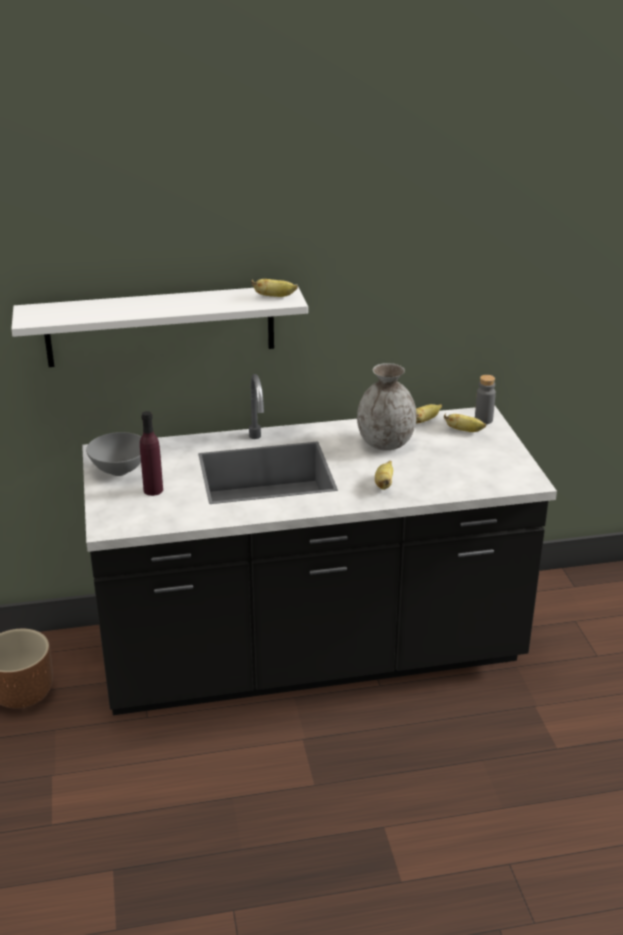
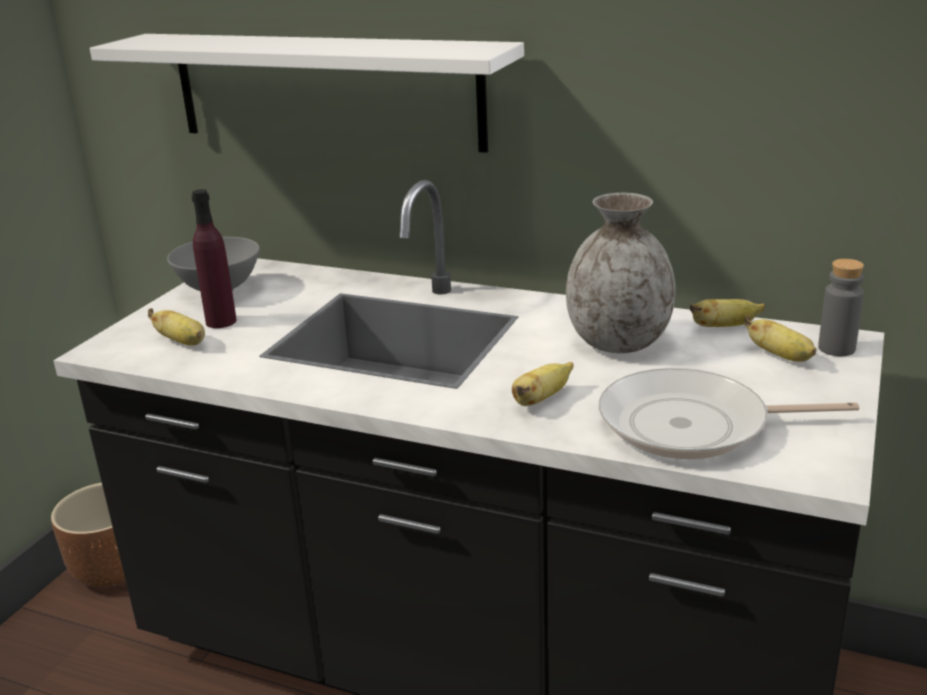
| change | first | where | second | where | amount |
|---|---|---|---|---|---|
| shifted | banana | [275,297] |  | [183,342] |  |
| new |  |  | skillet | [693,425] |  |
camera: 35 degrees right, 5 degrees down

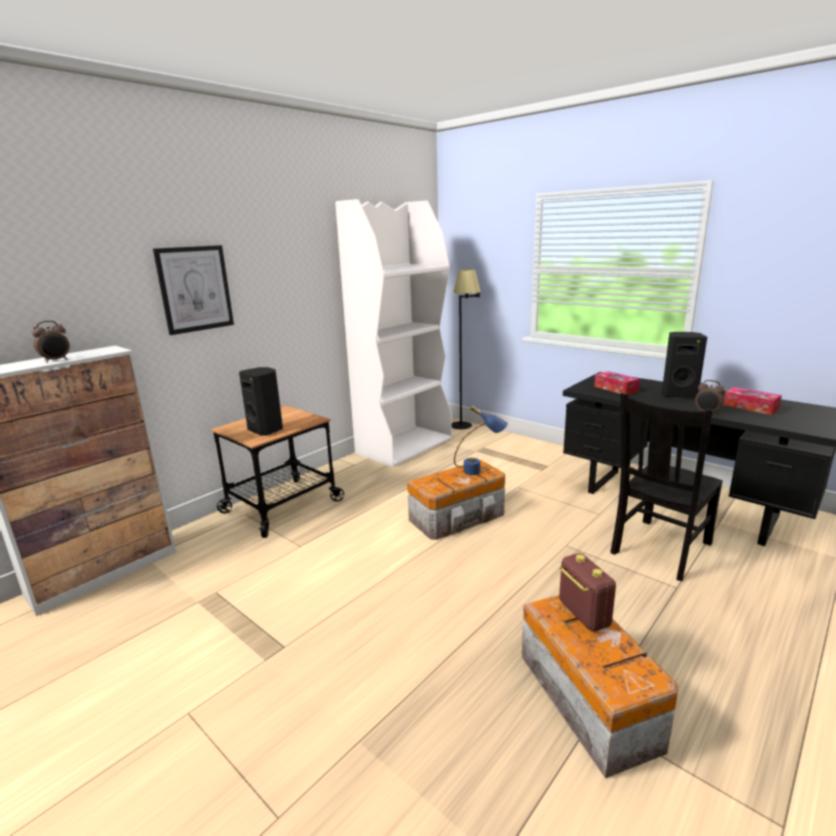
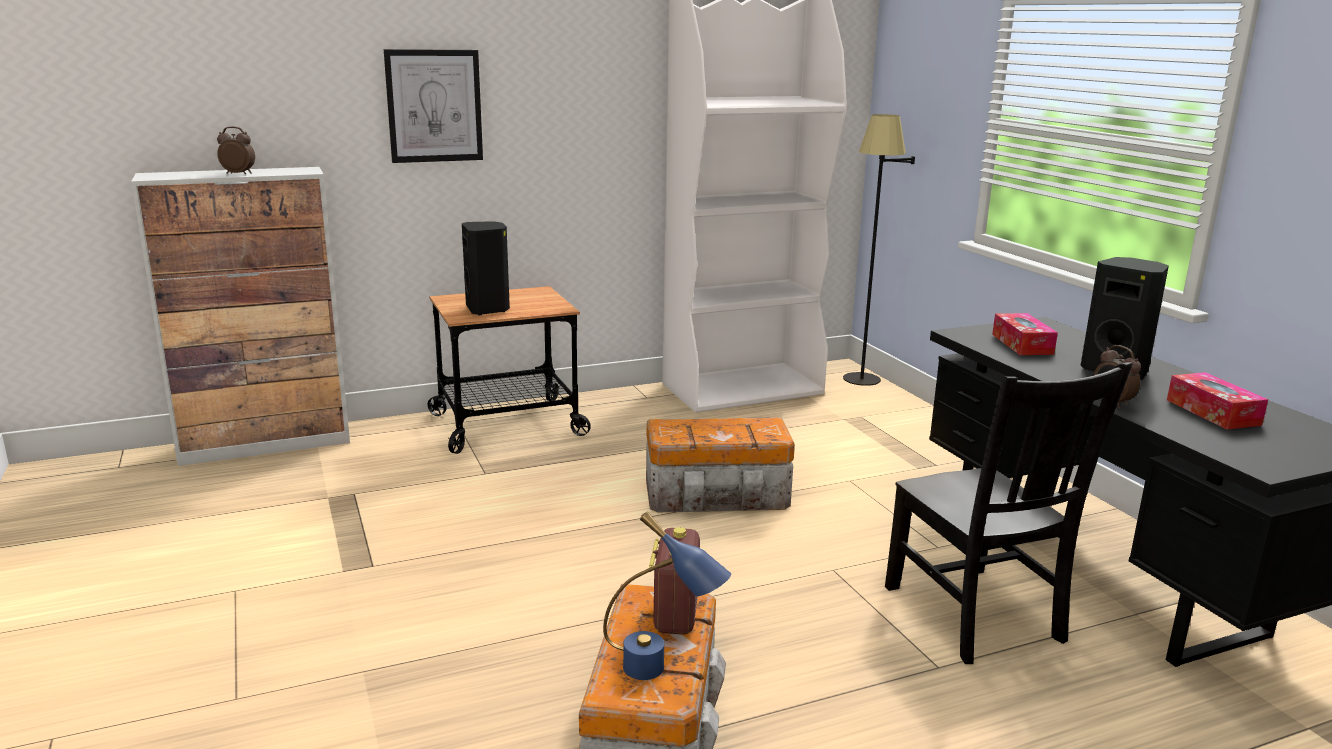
| change | first | where | second | where | amount |
|---|---|---|---|---|---|
| rotated | alarm clock | [56,360] |  | [239,174] | 150 degrees counterclockwise |
| shifted | tabletop lamp in bluish | [480,471] |  | [662,673] |  |
| rotated | chair in blackish | [659,549] |  | [976,616] | 90 degrees counterclockwise |
camera: 25 degrees right, 0 degrees up

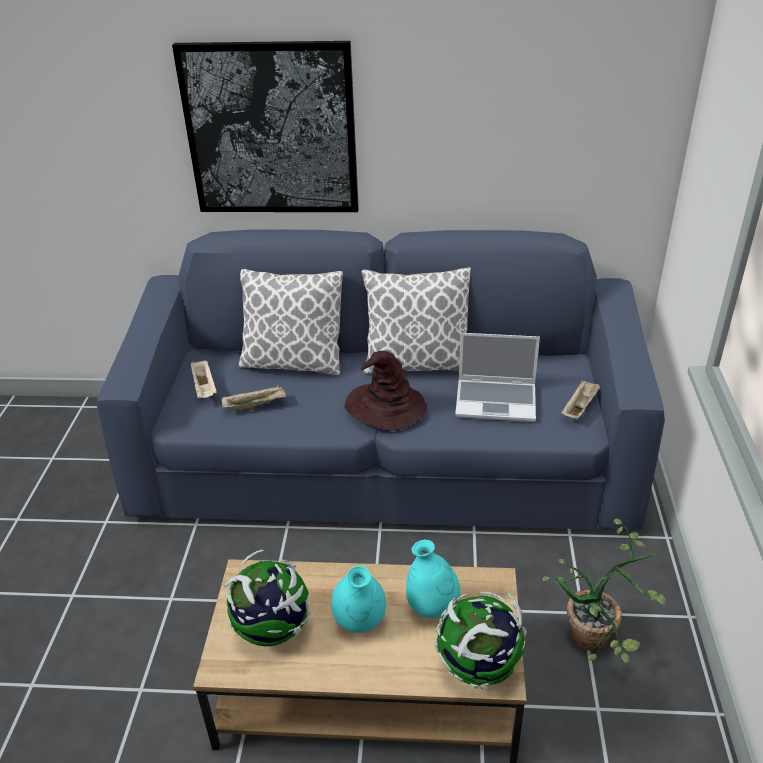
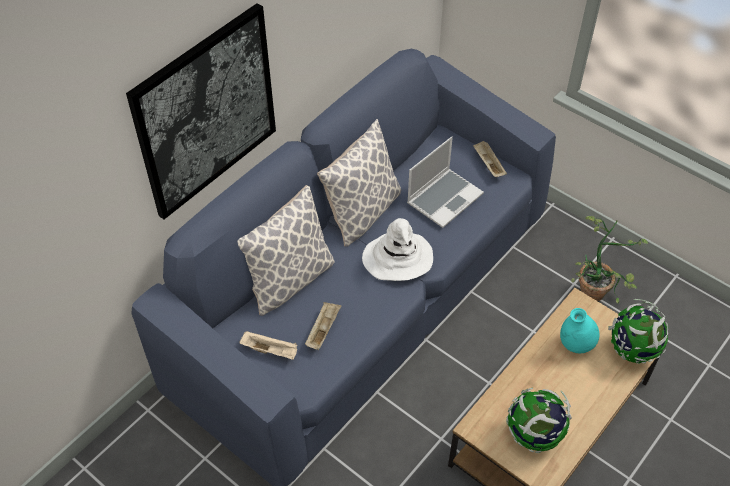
| change | first | where | second | where | amount |
|---|---|---|---|---|---|
| repainted | wearable hat in brown-coloured | [384,407] | wearable hat in white | [398,258] |  |
| gone | decorative vase in blue-green | [359,621] |  |  |  |
camera: 55 degrees left, 15 degrees up

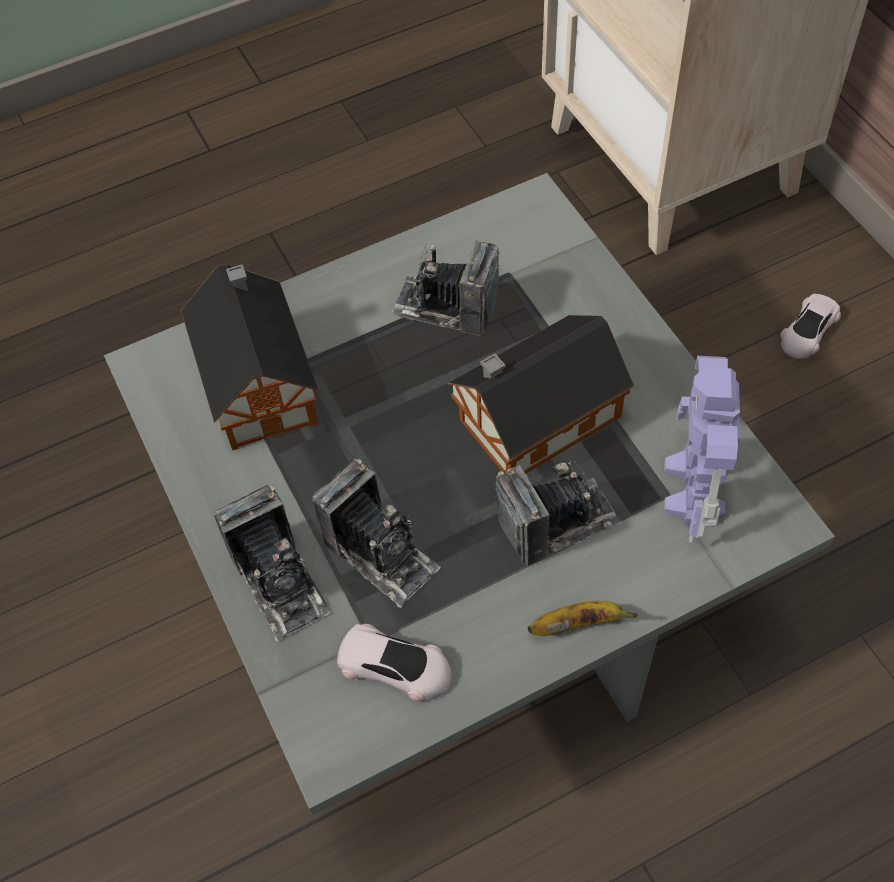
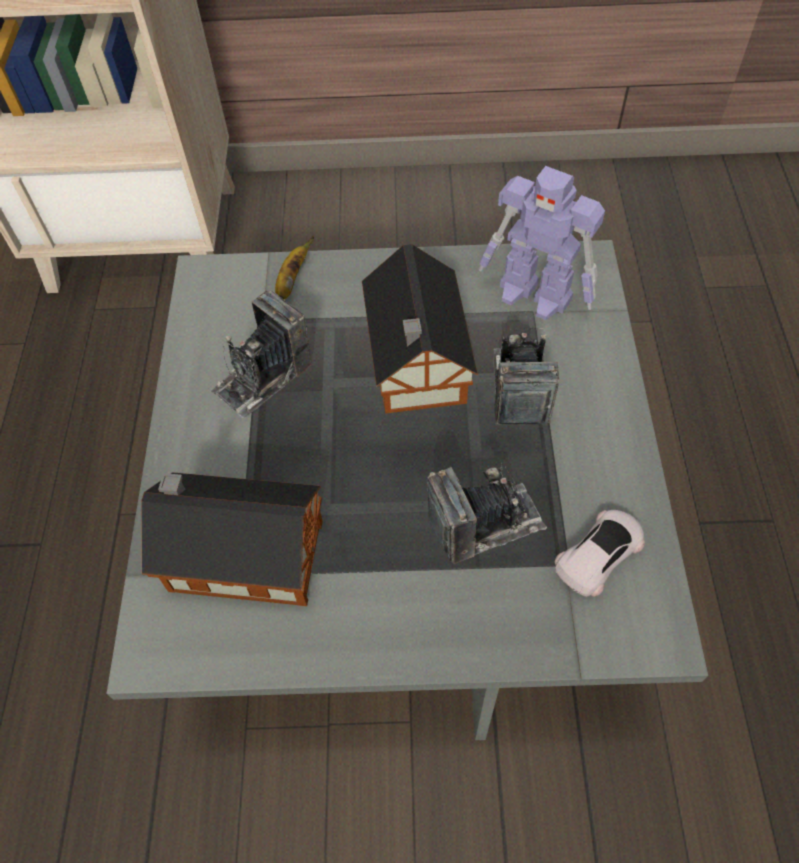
| change | first | where | second | where | amount |
|---|---|---|---|---|---|
| shifted | banana | [577,624] |  | [291,281] |  |
| gone | photo camera | [280,582] |  |  |  |
| gone | toy car in white | [808,331] |  |  |  |
camera: 65 degrees left, 0 degrees up

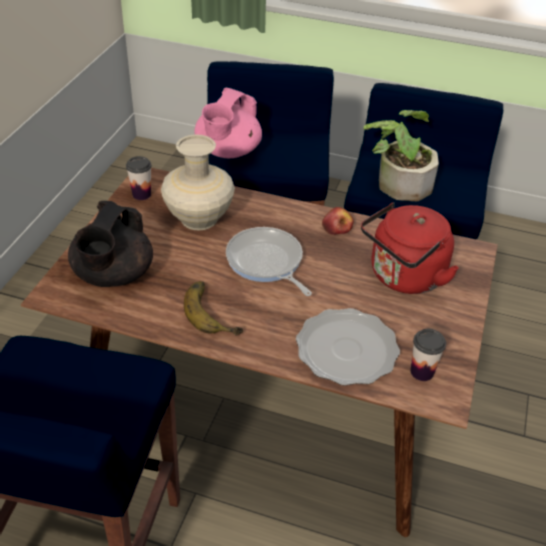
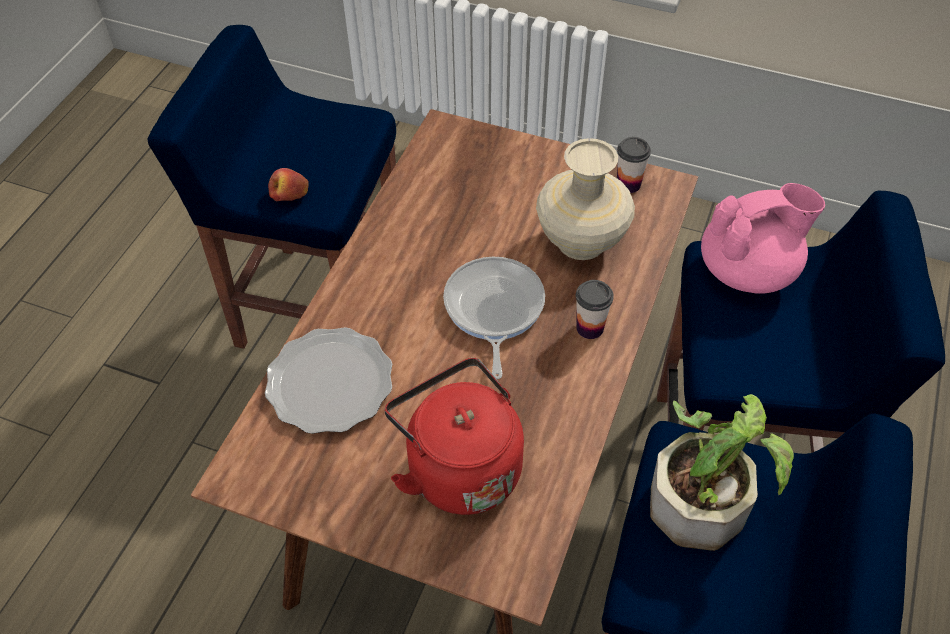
| change | first | where | second | where | amount |
|---|---|---|---|---|---|
| shifted | apple fruit | [337,227] |  | [289,194] |  |
| rotated | skillet | [266,262] |  | [493,309] | 60 degrees counterclockwise |
| shifted | small cup | [422,372] |  | [590,328] |  |
| rotated | teapot in pink | [227,152] |  | [748,270] | 135 degrees clockwise |
| gone | teapot in blackish | [113,275] |  |  |  |
| gone | banana | [215,311] |  |  |  |
camera: 95 degrees right, 10 degrees up

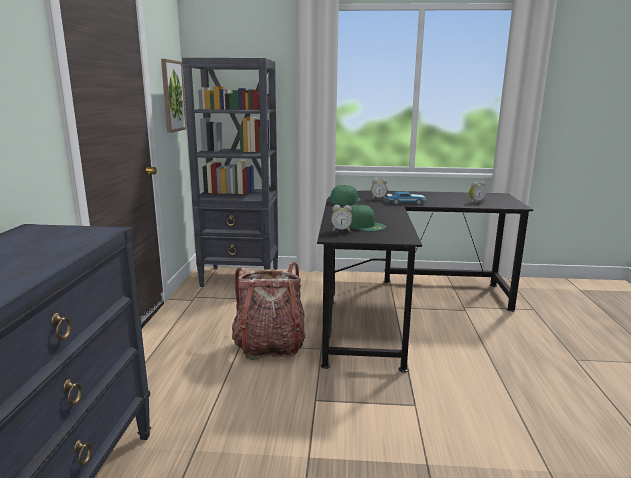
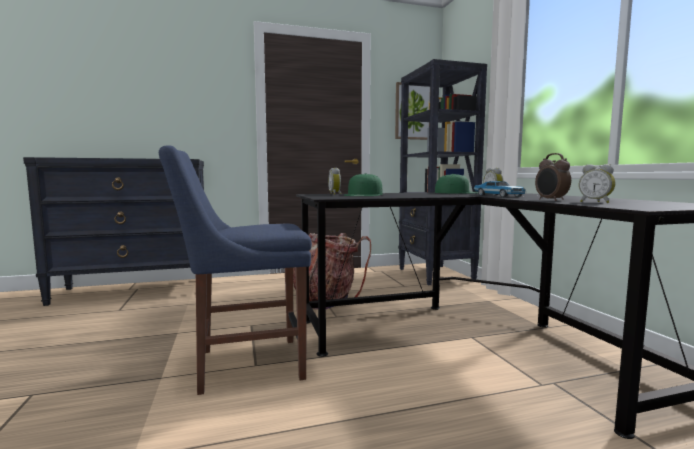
| change | first | where | second | where | amount |
|---|---|---|---|---|---|
| new |  |  | chair in bluish | [244,364] |  |
| new |  |  | alarm clock | [550,200] |  |
camera: 70 degrees right, 10 degrees down

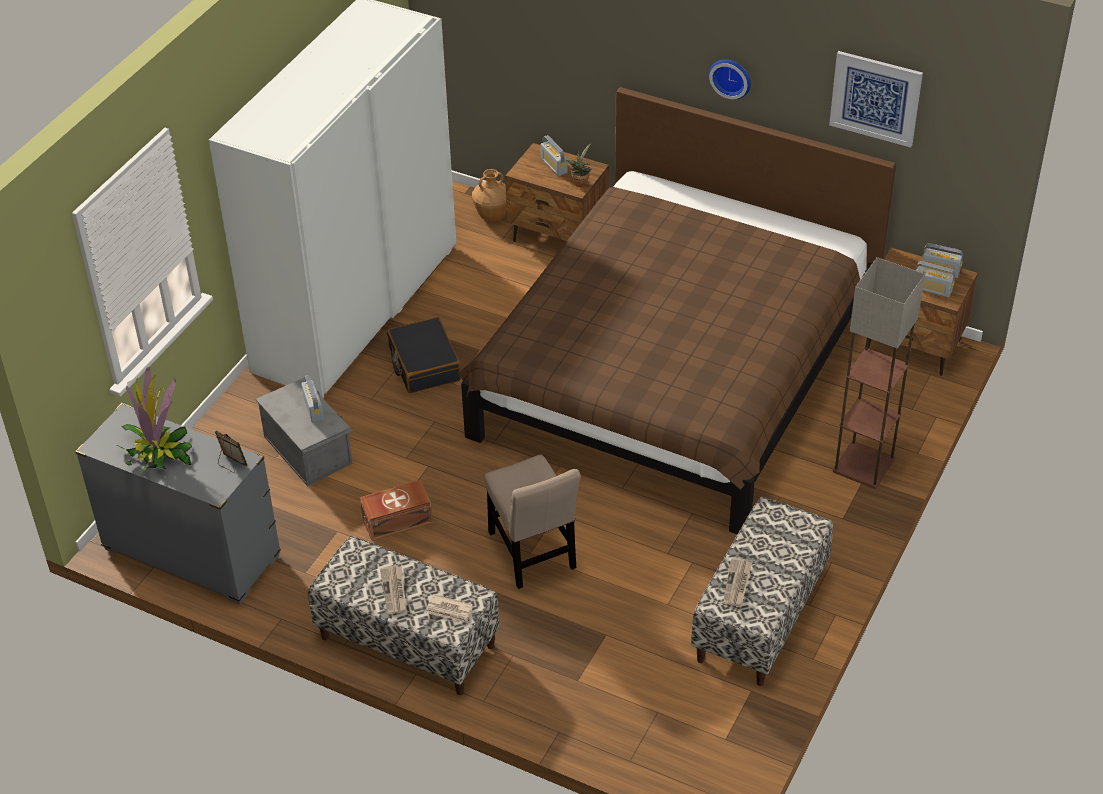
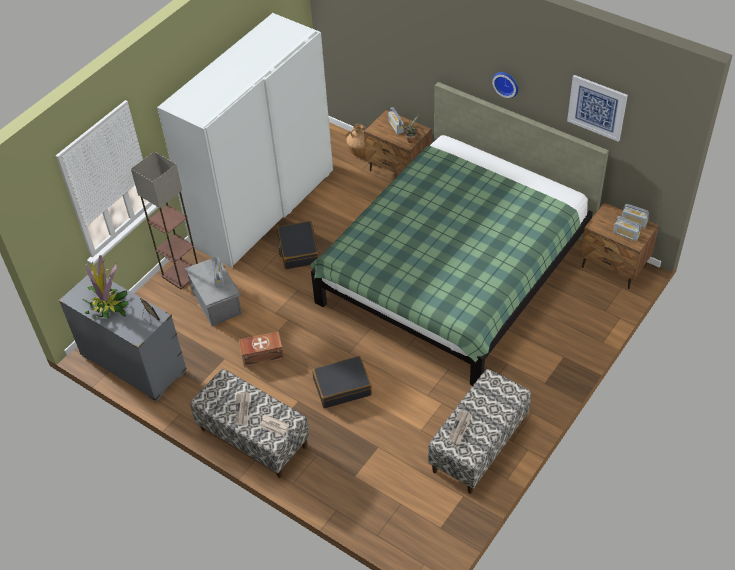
| change | first | where | second | where | amount |
|---|---|---|---|---|---|
| shifted | floor lamp | [864,466] |  | [181,275] |  |
| repainted | sleeping bed in brown-coloured | [674,374] | sleeping bed in greenish | [454,272] |  |
| swapped | chair in sand-coloured | [533,554] | travel case in blackish | [342,387] |  |
camera: 10 degrees right, 5 degrees up

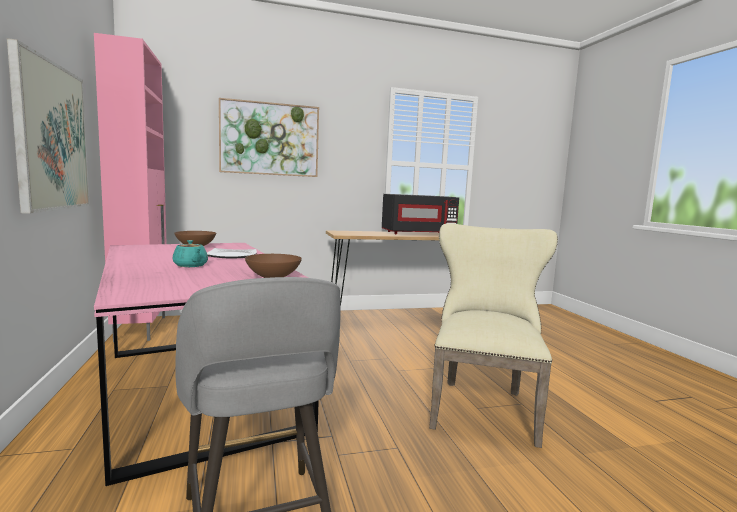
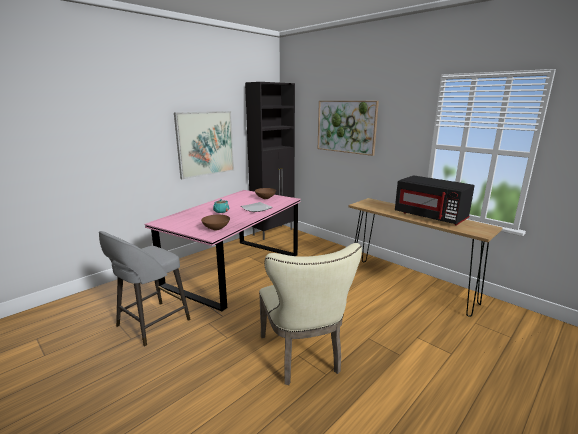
| change | first | where | second | where | amount |
|---|---|---|---|---|---|
| repainted | cabinet in pink | [142,328] | cabinet in blackish | [273,232] |  |
| rotated | chair in sand-coloured | [482,405] |  | [303,356] | 90 degrees clockwise |
camera: 60 degrees right, 10 degrees up

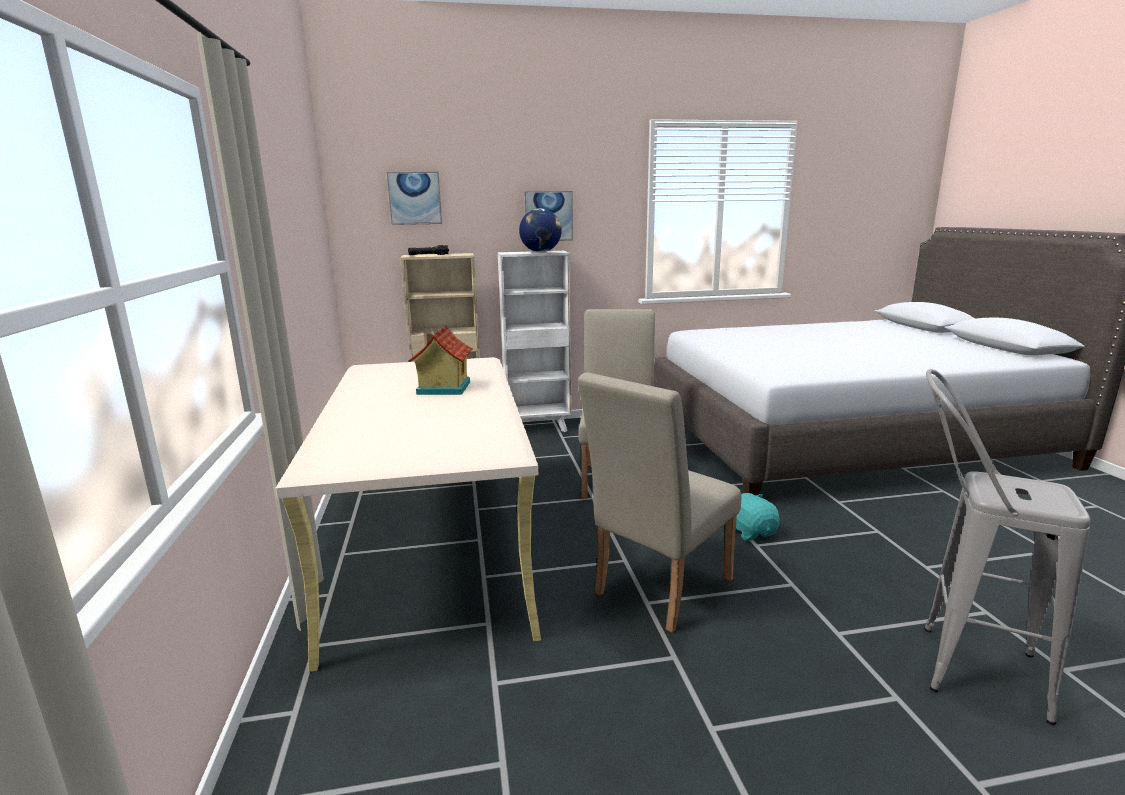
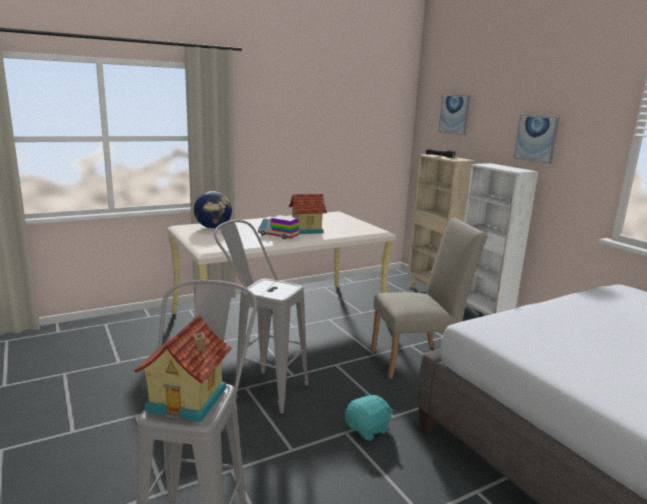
| change | first | where | second | where | amount |
|---|---|---|---|---|---|
| new |  |  | toy house | [189,399] |  |
| shifted | globe | [541,252] |  | [213,228] |  |
| swapped | chair in sand-coloured | [656,590] | stool in greyish | [261,390] |  |
| new |  |  | toy lorry | [278,235] |  |
camera: 70 degrees right, 0 degrees up

